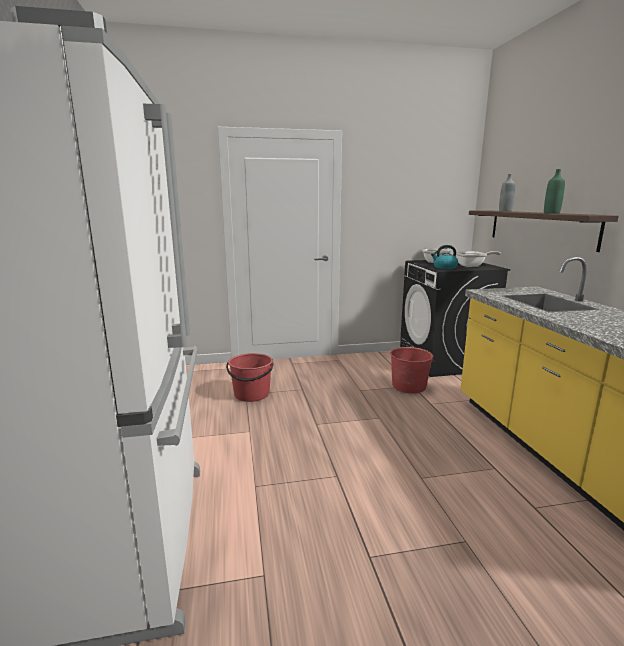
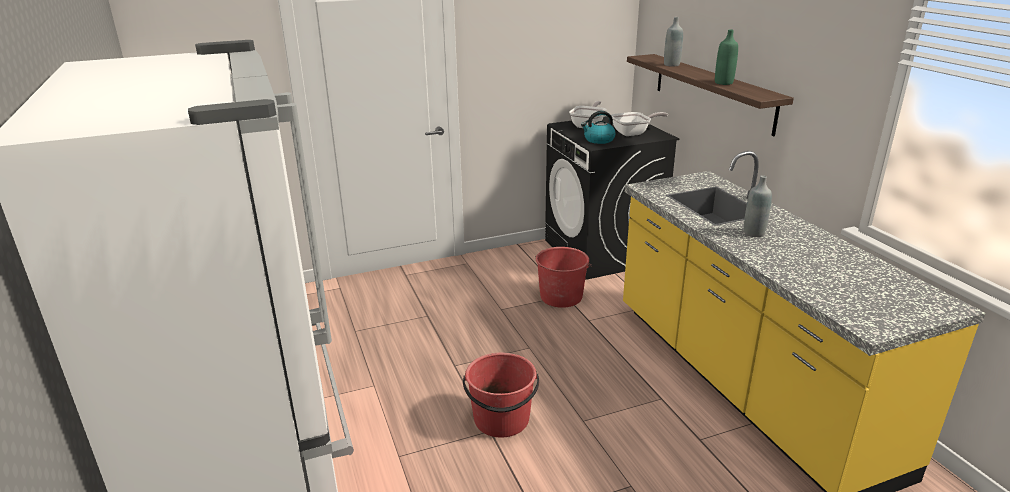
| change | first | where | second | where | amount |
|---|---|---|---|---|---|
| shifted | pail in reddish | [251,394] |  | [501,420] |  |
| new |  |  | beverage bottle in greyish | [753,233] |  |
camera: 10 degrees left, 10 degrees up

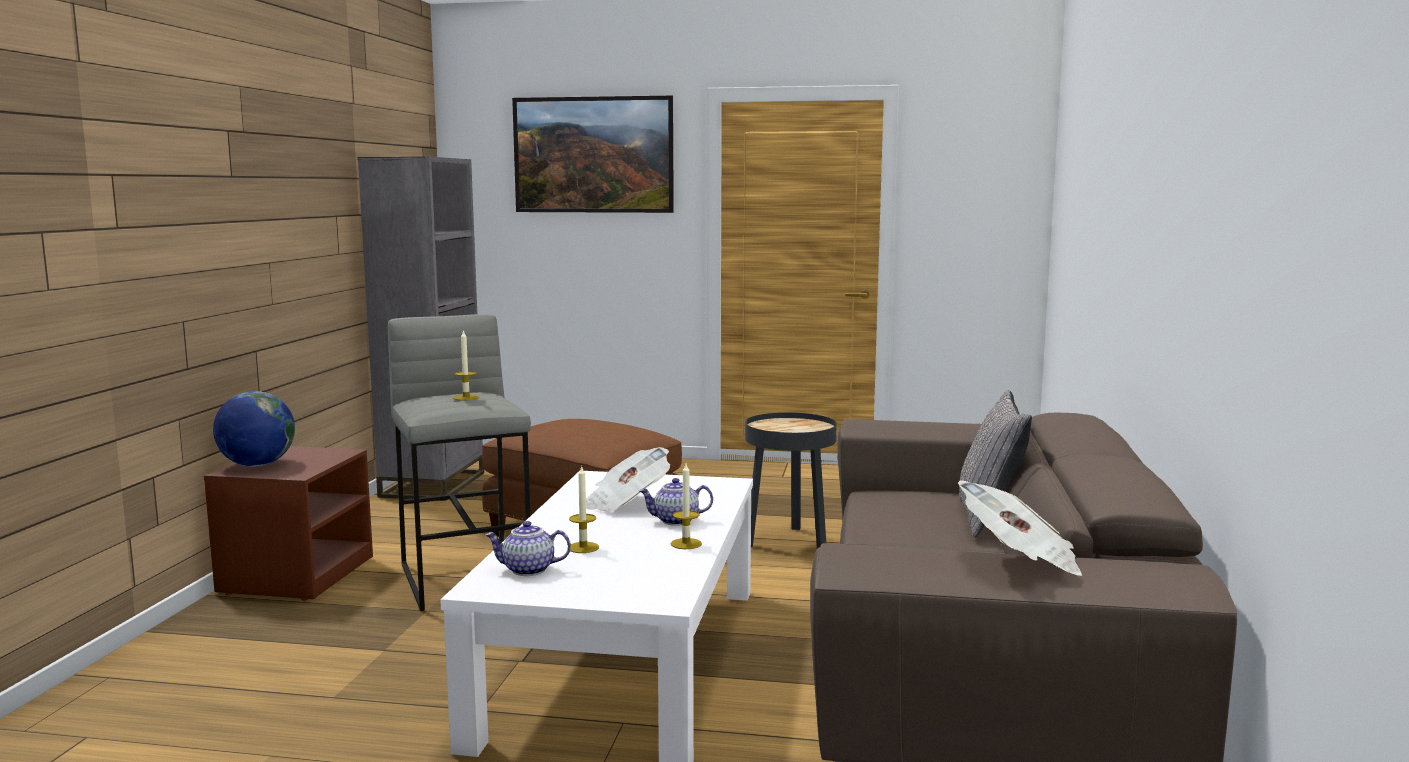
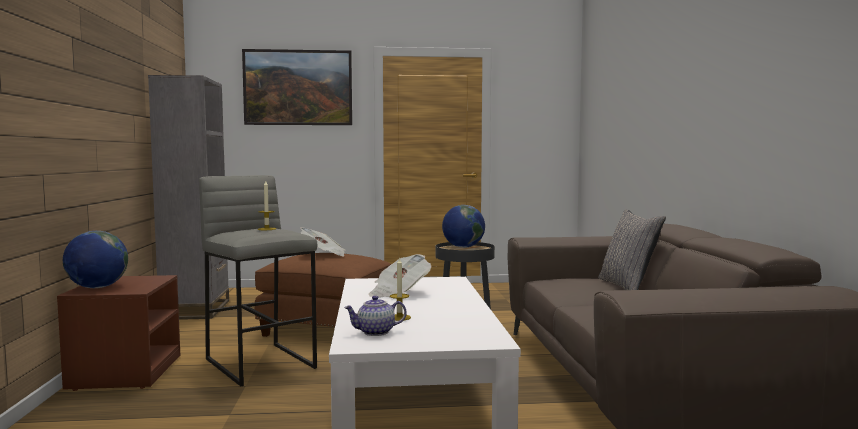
| change | first | where | second | where | amount |
|---|---|---|---|---|---|
| shifted | daily paper | [1020,559] |  | [324,254] |  |
| new |  |  | globe | [463,247] |  |
| gone | teapot | [675,521] |  |  |  |
| gone | wax candle | [686,544] |  |  |  |
camera: 15 degrees left, 5 degrees down

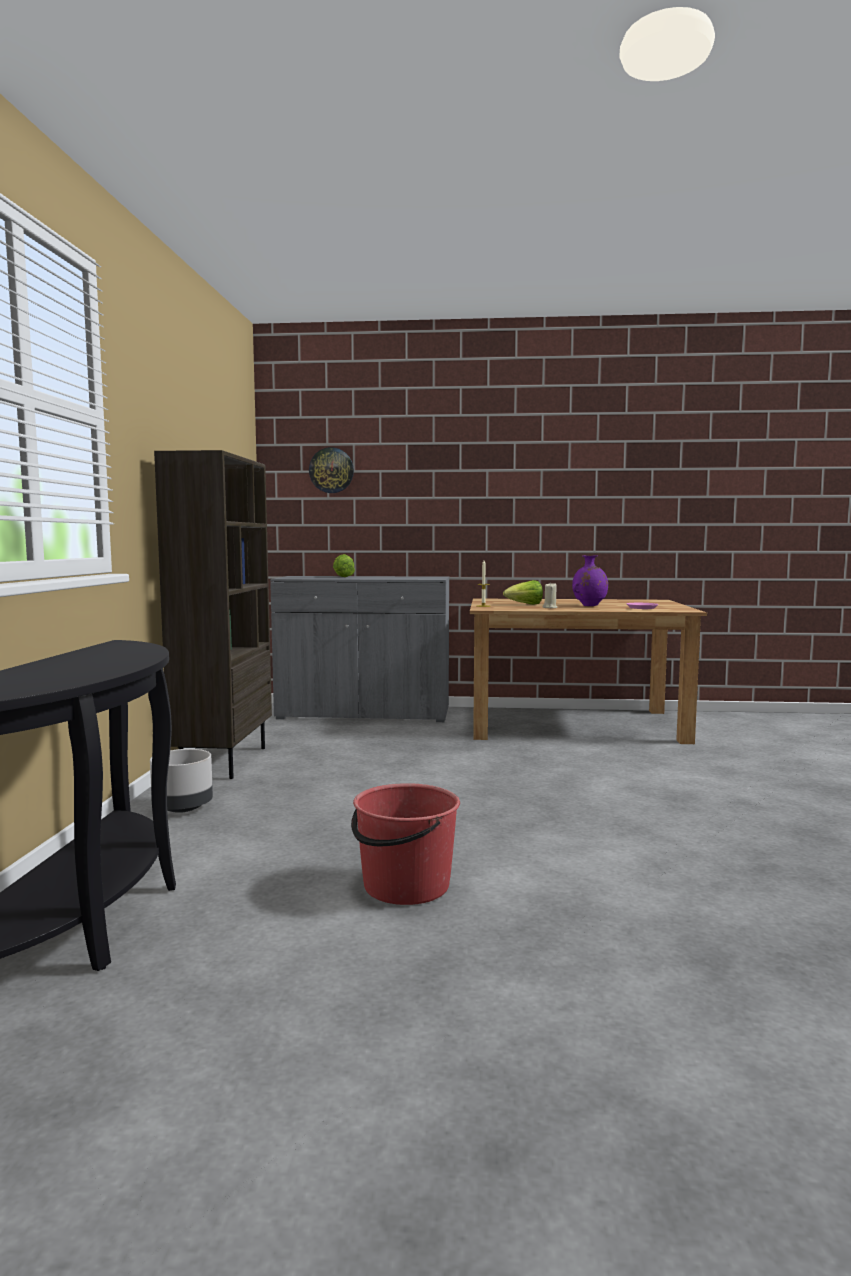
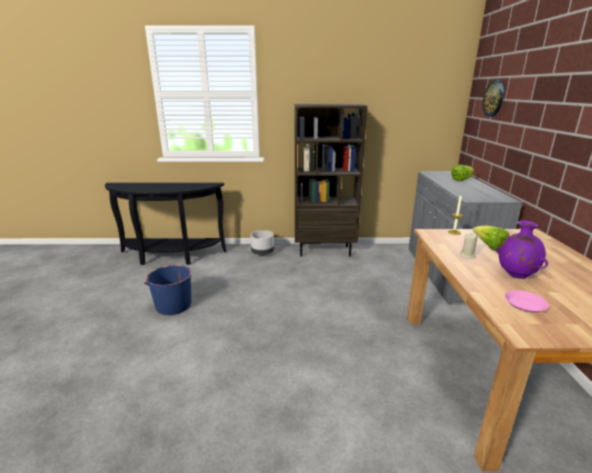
| change | first | where | second | where | amount |
|---|---|---|---|---|---|
| repainted | pail in reddish | [405,886] | pail in bluish | [173,305] |  |
camera: 85 degrees right, 15 degrees up

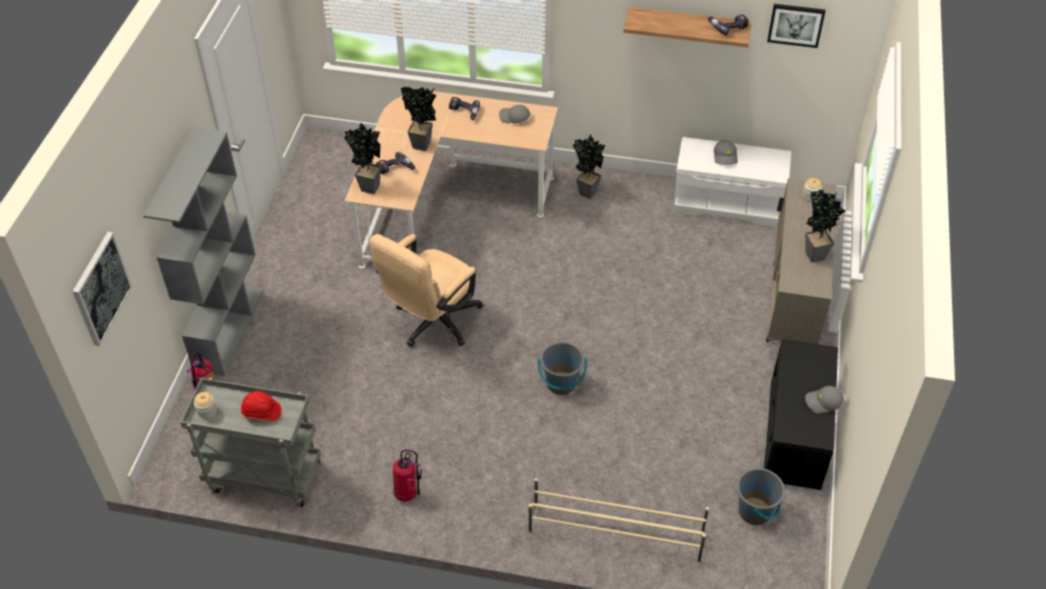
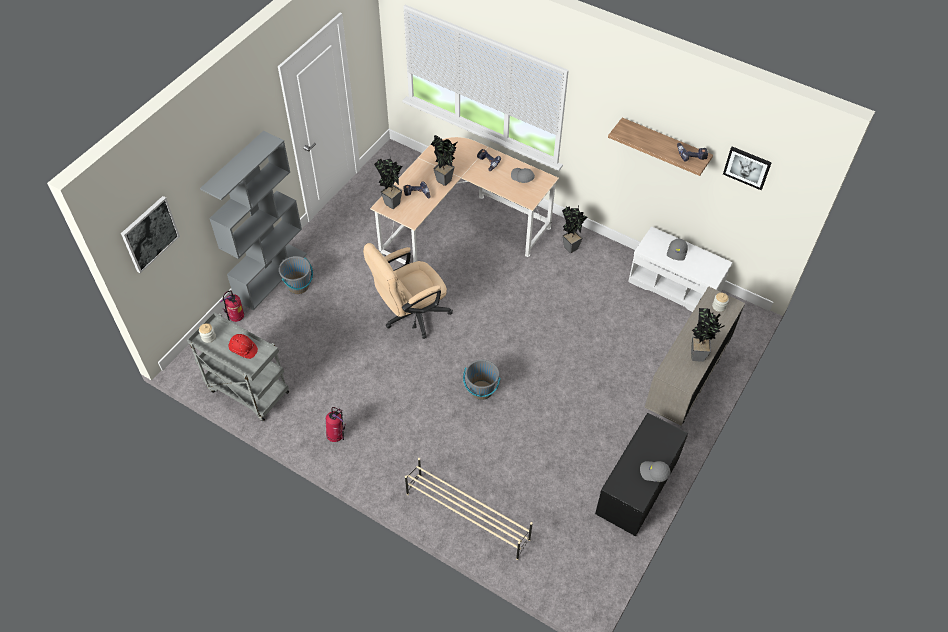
| change | first | where | second | where | amount |
|---|---|---|---|---|---|
| shifted | pail in greyish | [755,511] |  | [298,286] |  |
camera: 20 degrees right, 5 degrees up

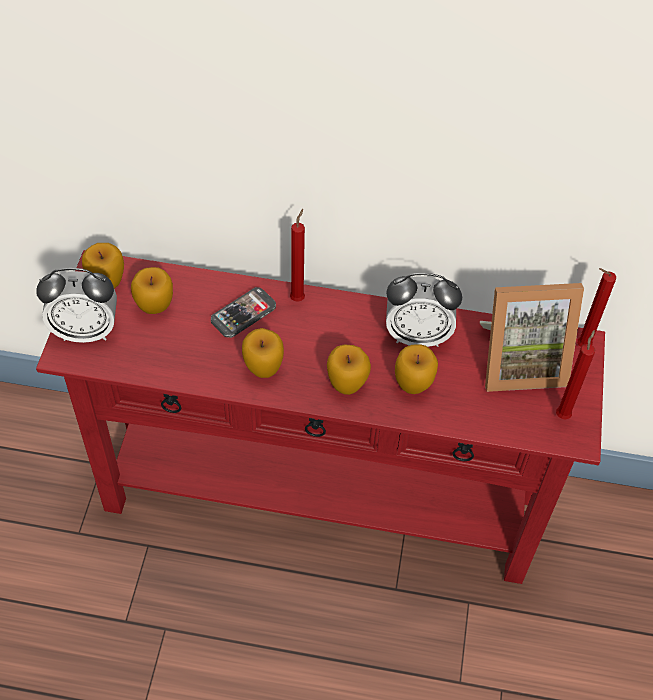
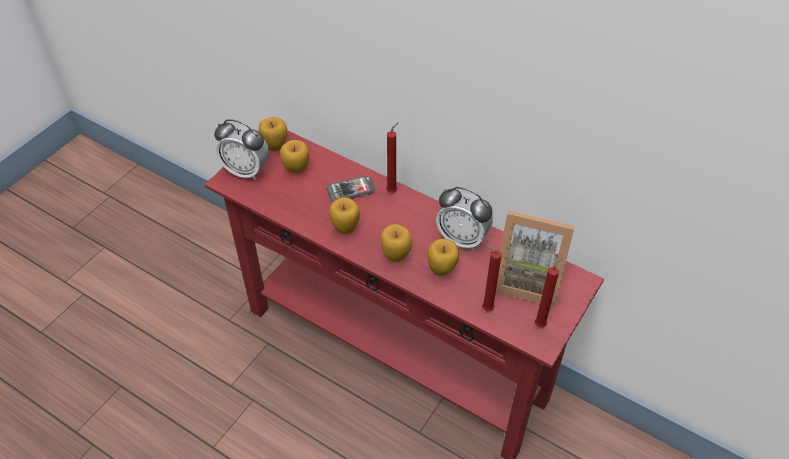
| change | first | where | second | where | amount |
|---|---|---|---|---|---|
| shifted | wax candle in reddish | [580,346] |  | [485,308] |  |
camera: 25 degrees right, 5 degrees down

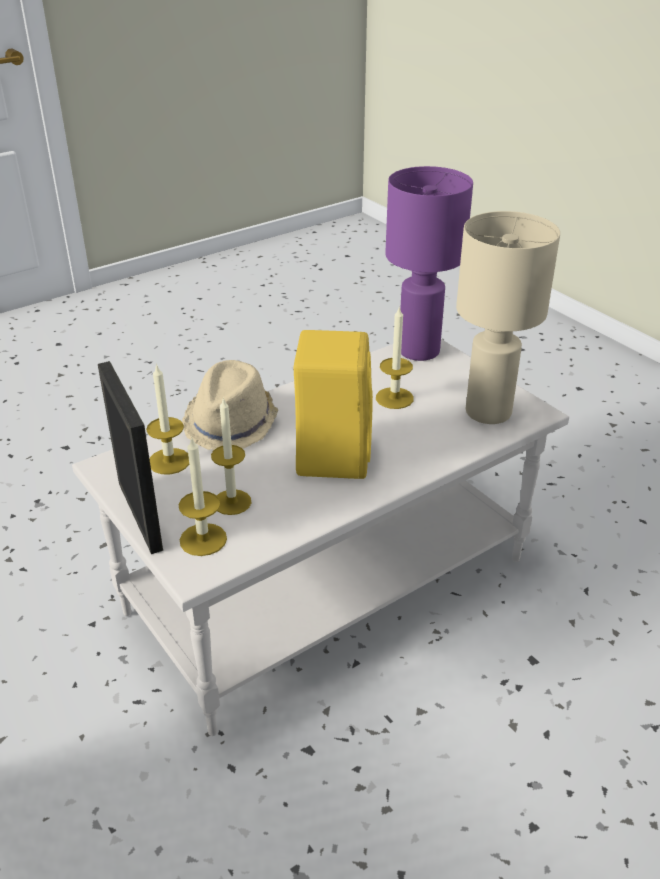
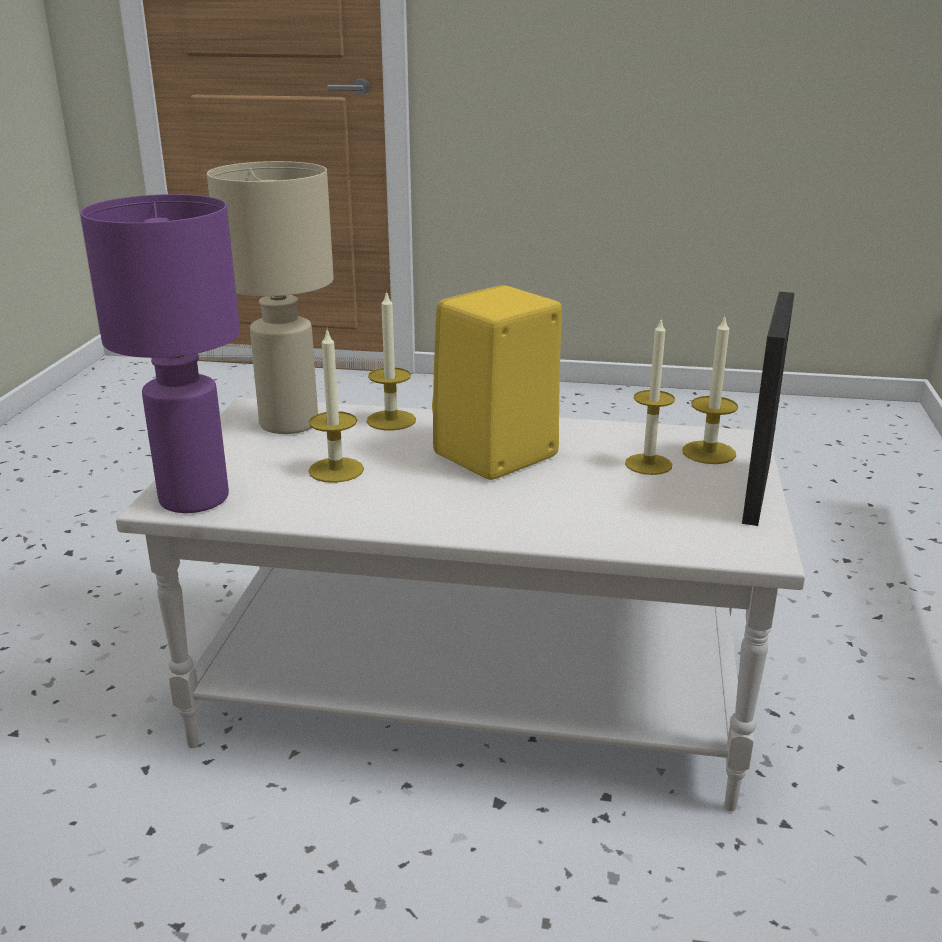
| change | first | where | second | where | amount |
|---|---|---|---|---|---|
| shifted | wax candle | [169,461] |  | [391,420] |  |
| gone | wearable hat in sand-coloured | [231,423] |  |  |  |
camera: 135 degrees left, 10 degrees down

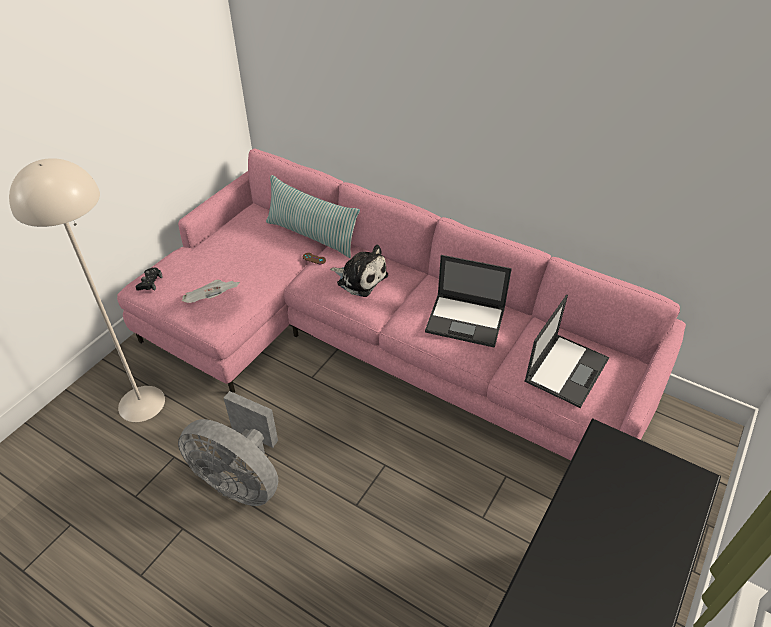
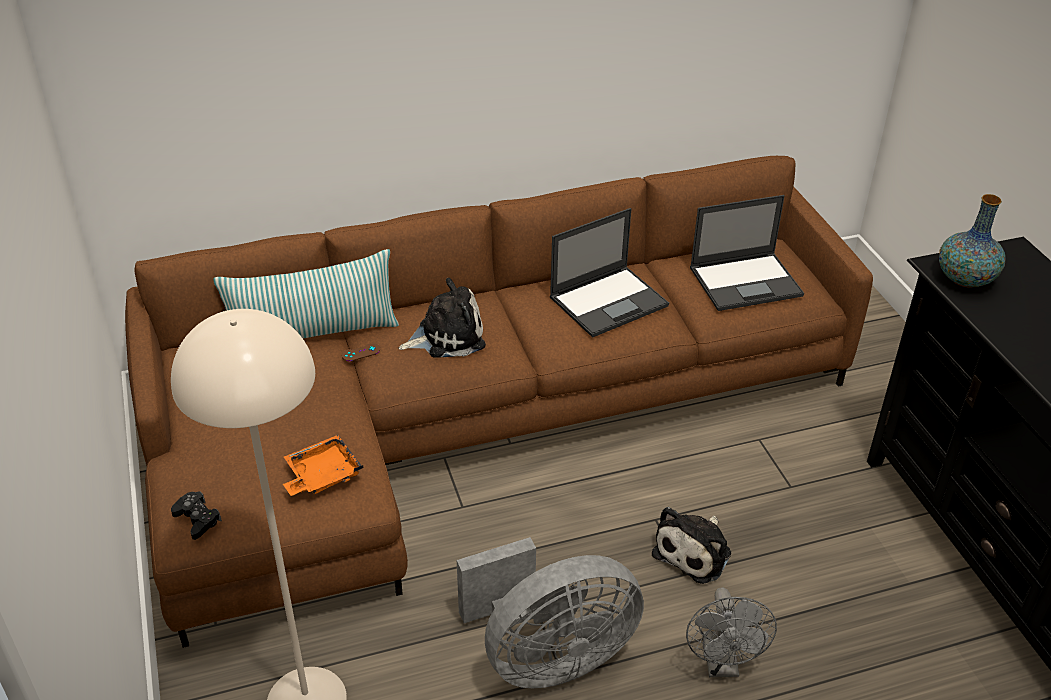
| change | first | where | second | where | amount |
|---|---|---|---|---|---|
| repainted | couch in pink | [376,342] | couch in brown-coloured | [475,422] |  |
| swapped | daily paper | [213,301] | serving tray in orange-coloured | [321,475] |  |
| new |  |  | soft toy | [695,551] |  |
| new |  |  | fan in greyish | [722,664] |  |
| rotated | laptop | [566,369] |  | [746,281] | 90 degrees clockwise |
| new |  |  | decorative vase | [965,279] |  |
camera: 50 degrees left, 5 degrees down

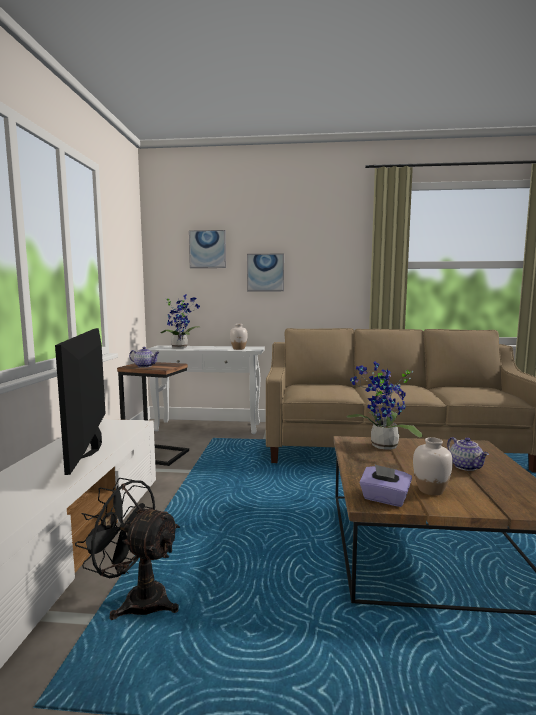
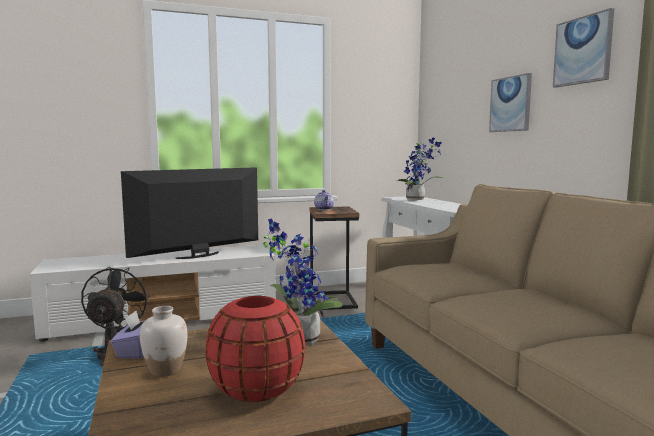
| change | first | where | second | where | amount |
|---|---|---|---|---|---|
| swapped | teapot | [466,466] | decorative vase in reddish | [257,390] |  |
| shifted | wall art | [207,249] |  | [583,50] |  |
| gone | decorative vase in white | [238,349] |  |  |  |
camera: 65 degrees right, 0 degrees up

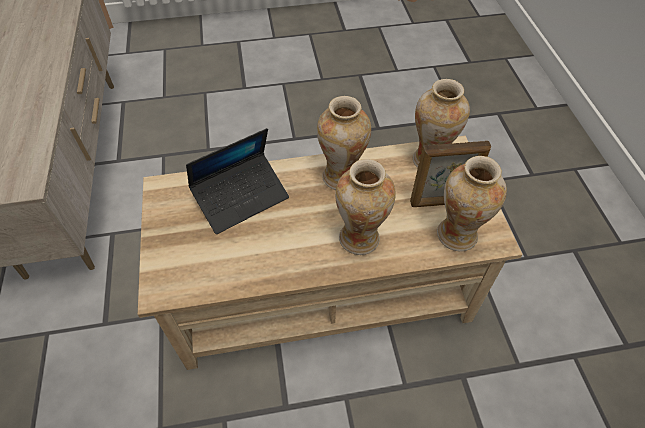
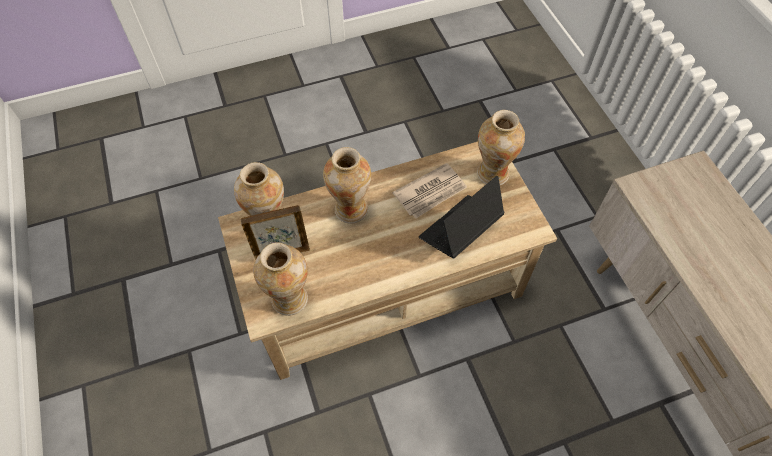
| change | first | where | second | where | amount |
|---|---|---|---|---|---|
| new |  |  | daily paper | [431,192] |  |
| shifted | decorative vase | [341,176] |  | [492,174] |  |
camera: 170 degrees right, 5 degrees up

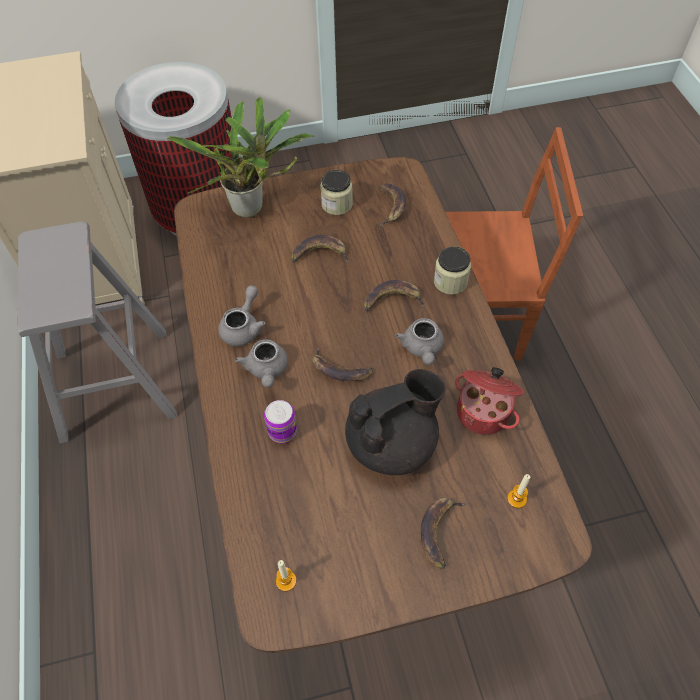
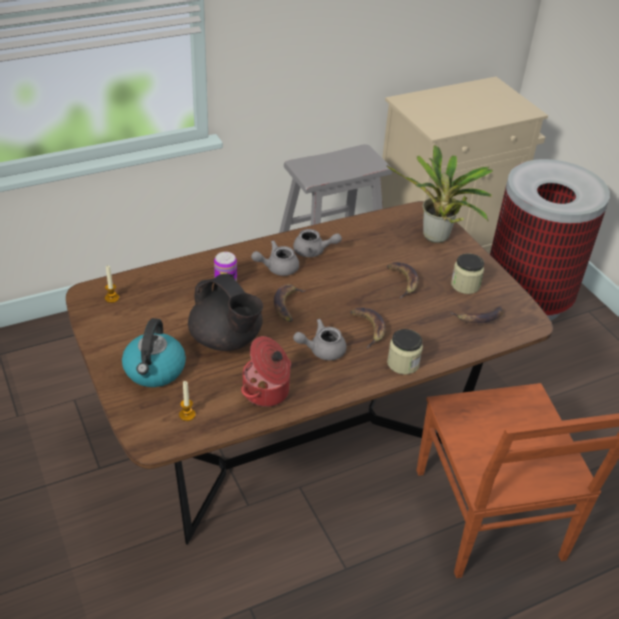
| change | first | where | second | where | amount |
|---|---|---|---|---|---|
| swapped | banana | [439,531] | tea kettle | [155,370] |  |
camera: 75 degrees right, 15 degrees down

